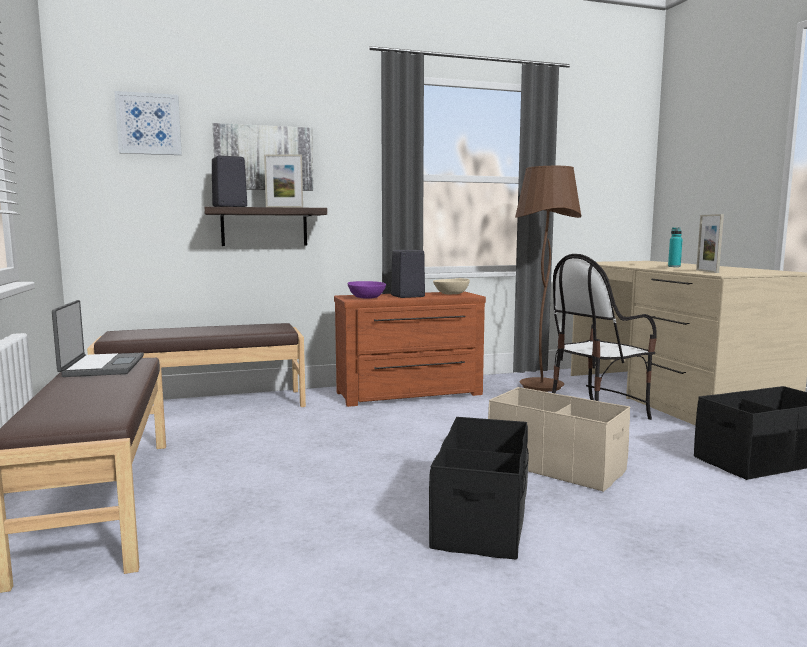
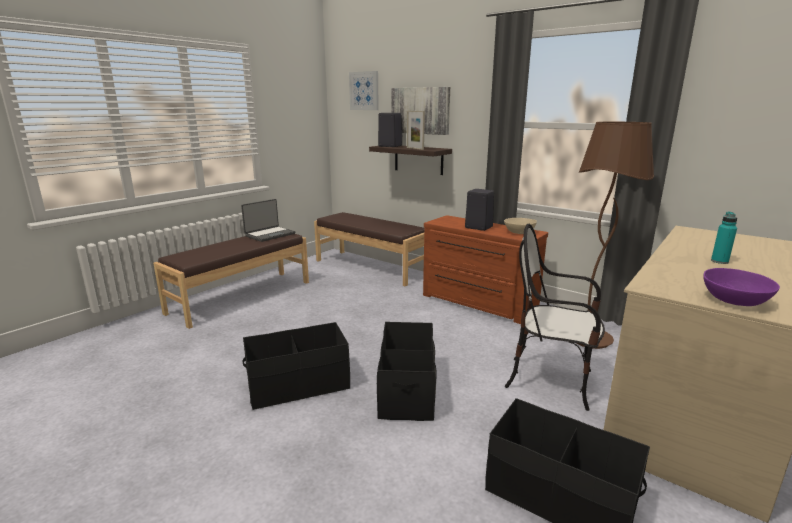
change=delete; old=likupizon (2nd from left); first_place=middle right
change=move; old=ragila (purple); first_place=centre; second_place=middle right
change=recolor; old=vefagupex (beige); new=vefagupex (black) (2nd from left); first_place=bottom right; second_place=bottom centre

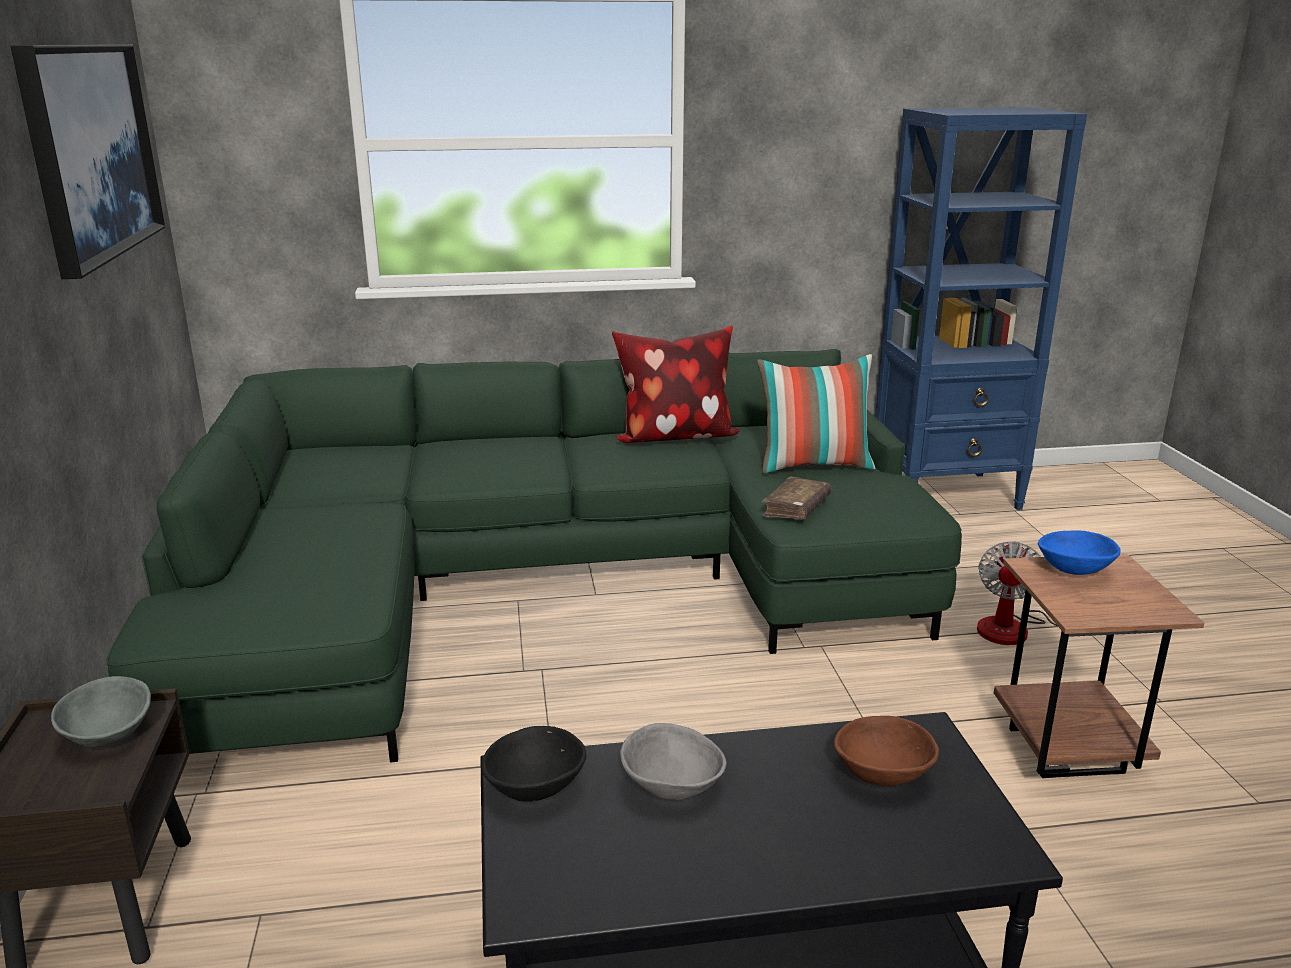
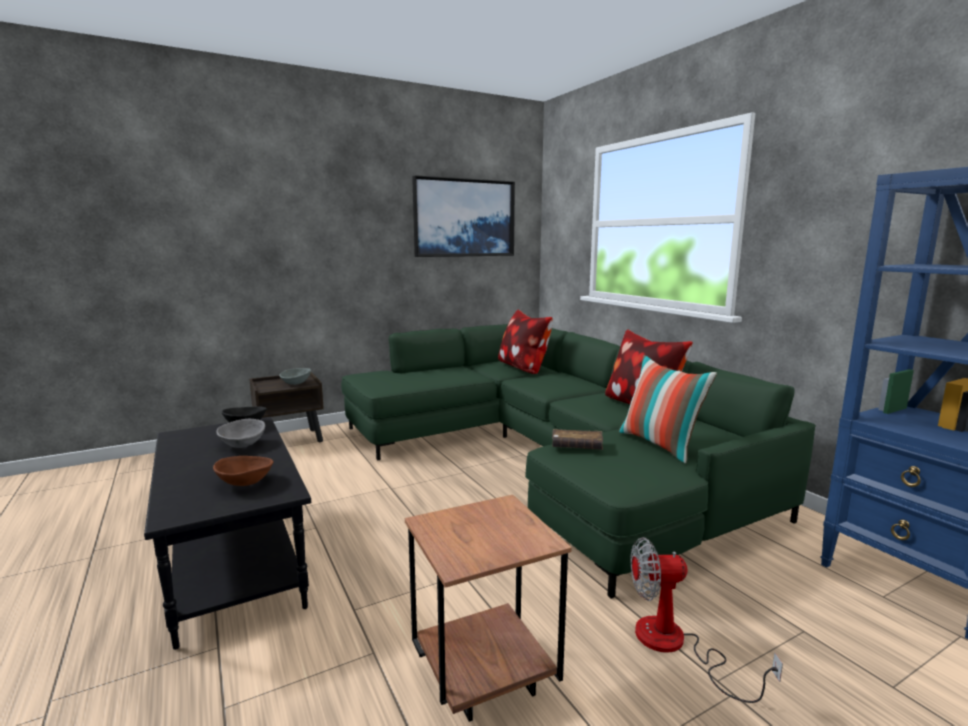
change=delete; old=ragila (blue); first_place=middle right
change=insert; new=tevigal (1st from left); second_place=centre

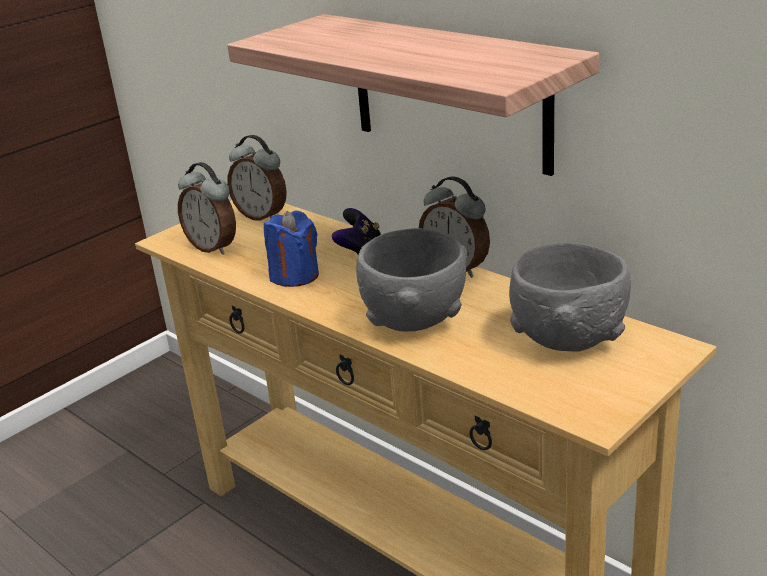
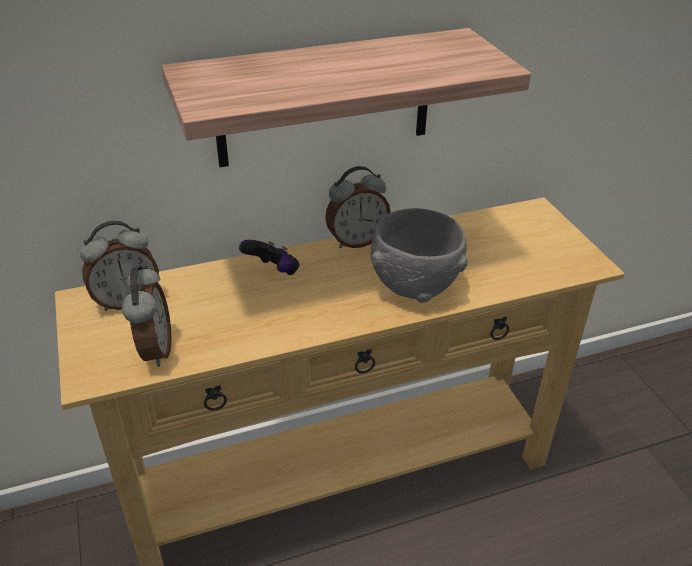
change=delete; old=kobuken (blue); first_place=centre
change=delete; old=ragila (grey) (2nd from left); first_place=middle right
change=rotate; old=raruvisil (1st from left in the first image); first_place=middle left; second_place=middle left; degrees=-75

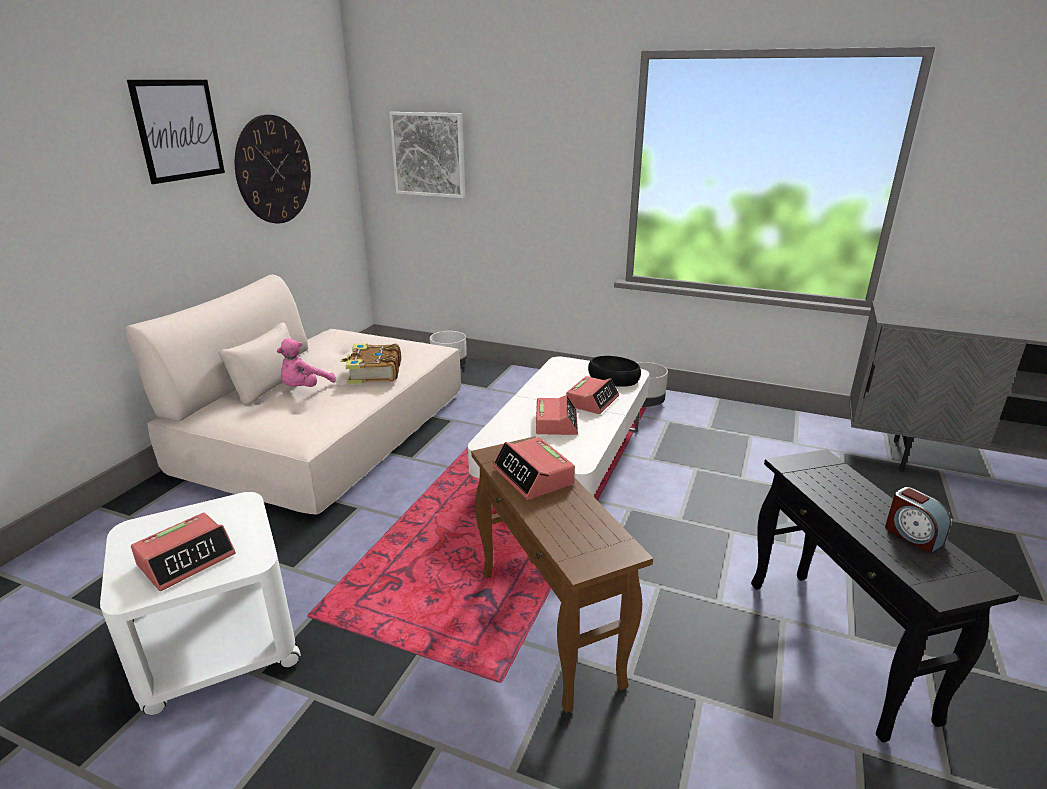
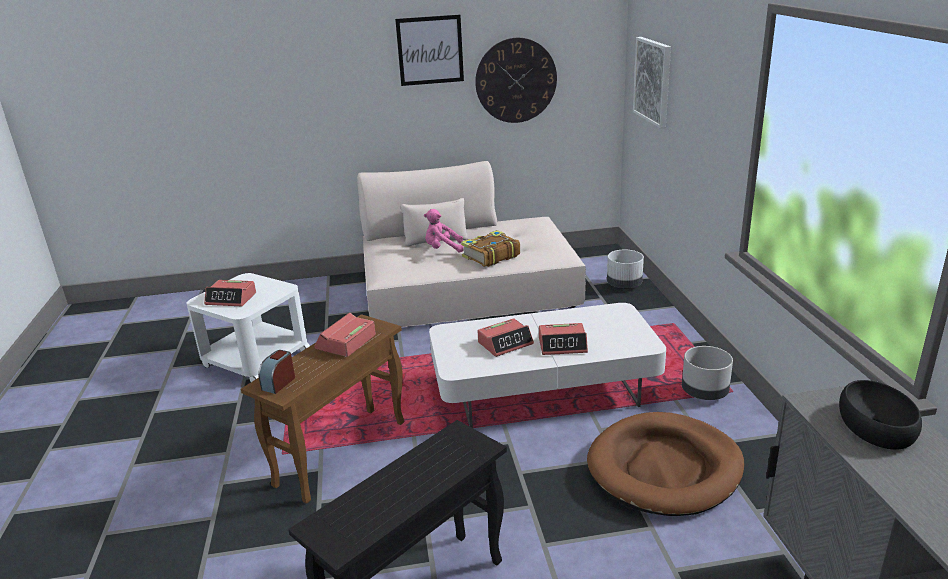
change=insert; new=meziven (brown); second_place=bottom right
change=move; old=ragila (black); first_place=centre; second_place=bottom right
change=move; old=raruvisil (5th from left in the first image); new=raruvisil (2nd from left); first_place=middle right; second_place=middle left

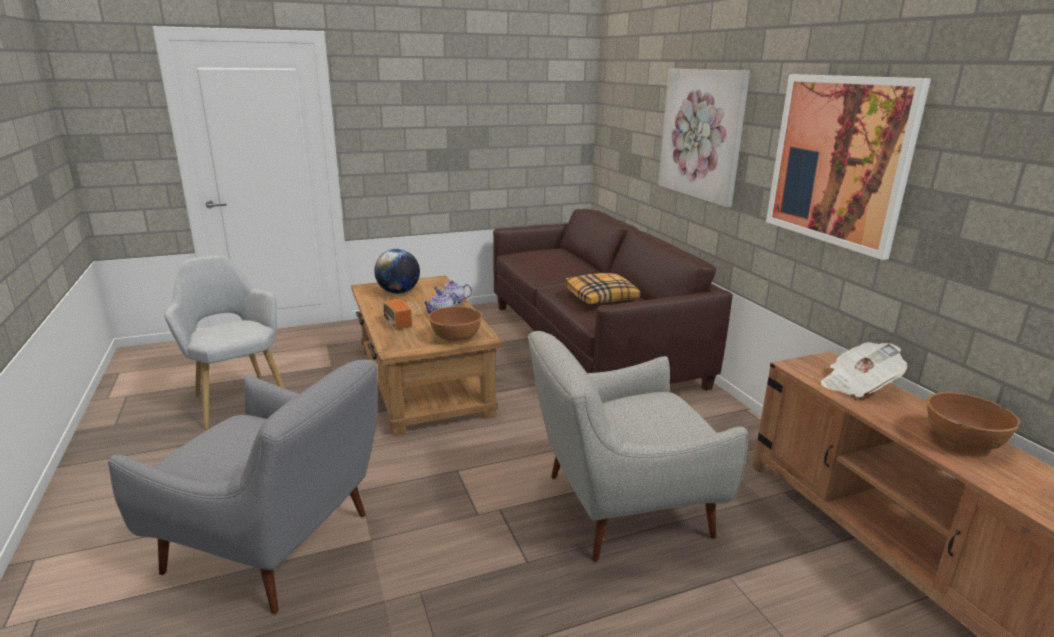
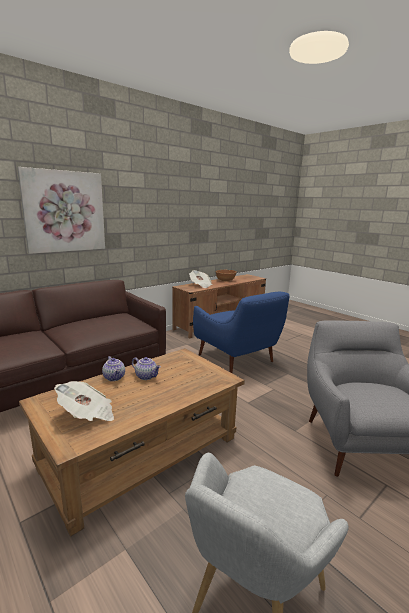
change=delete; old=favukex; first_place=centre
change=delete; old=ragila (brown) (1st from left); first_place=centre
change=delete; old=tevigal; first_place=centre
change=delete; old=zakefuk (2nd from left); first_place=top right
change=replace; old=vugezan; new=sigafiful (1st from left); first_place=centre; second_place=middle left
change=recolor; old=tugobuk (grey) (3rd from left); new=tugobuk (blue); first_place=bottom centre; second_place=centre

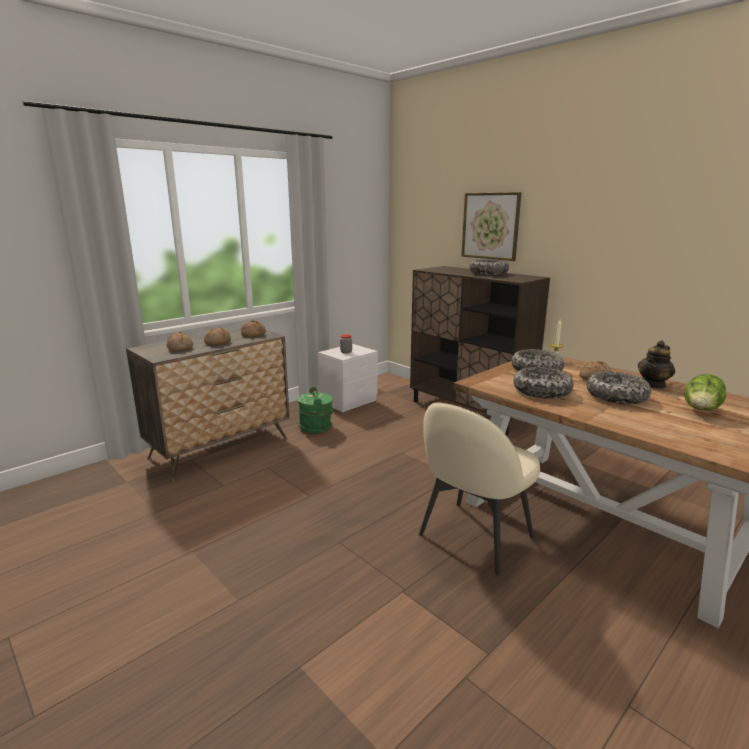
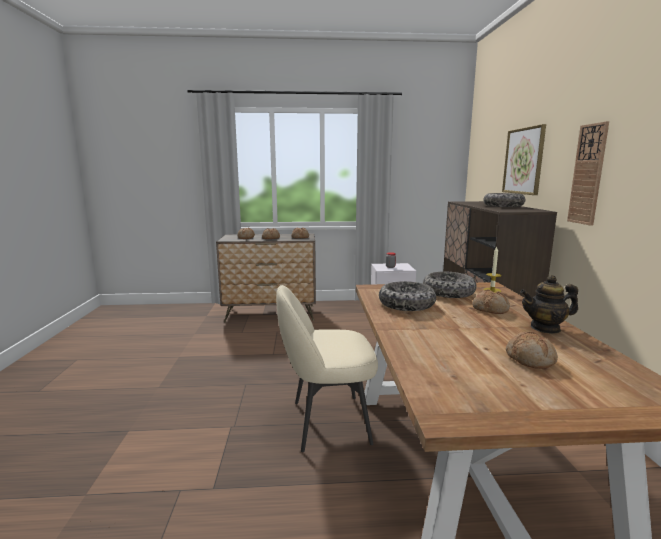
change=delete; old=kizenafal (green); first_place=centre
change=delete; old=ragila (4th from left); first_place=middle right
change=insert; new=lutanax; second_place=top right
change=replace; old=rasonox; new=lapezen (5th from left); first_place=middle right; second_place=middle right

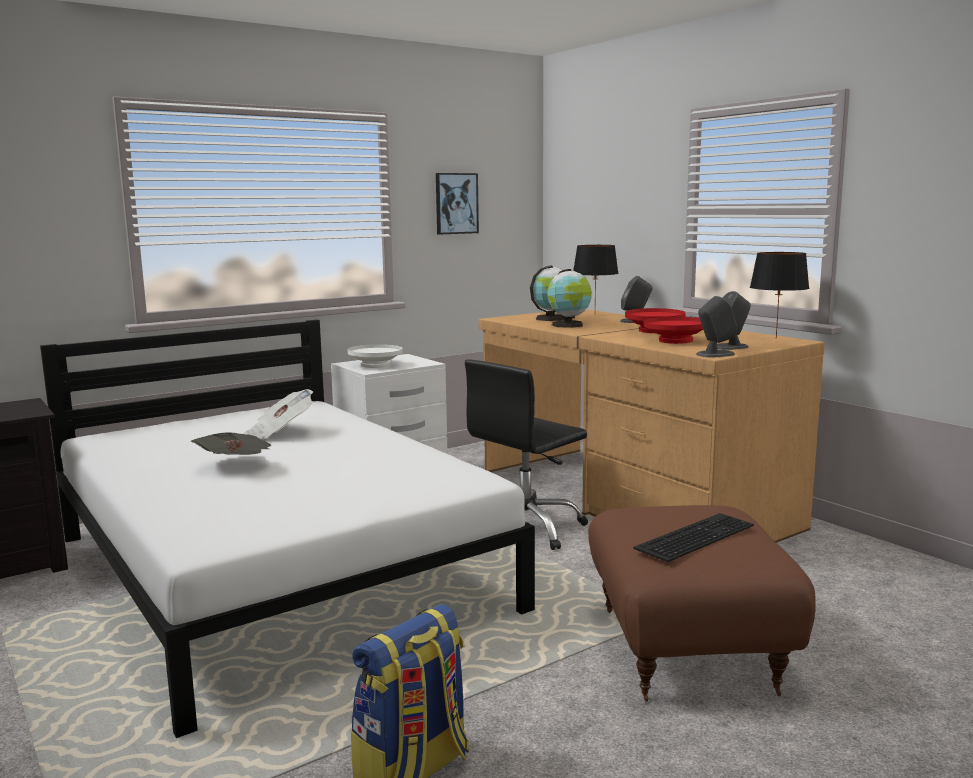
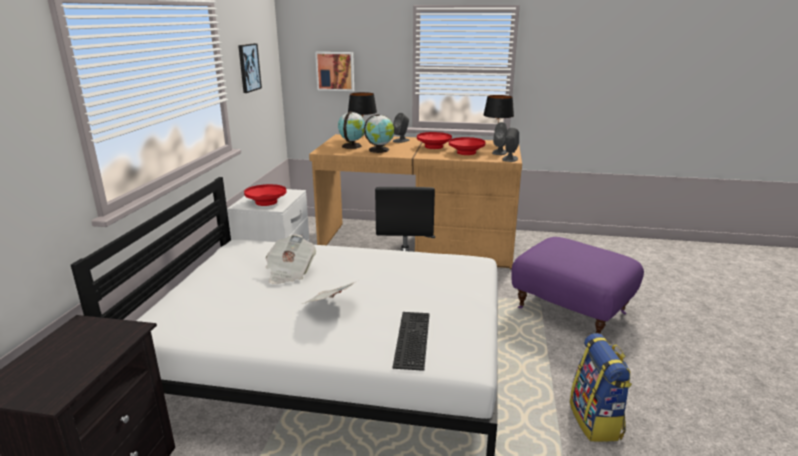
change=insert; new=zakefuk (2nd from left); second_place=top centre
change=move; old=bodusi; first_place=bottom right; second_place=bottom centre
change=recolor; old=ragila (white); new=ragila (red) (1st from left); first_place=centre; second_place=middle left
change=recolor; old=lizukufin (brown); new=lizukufin (purple); first_place=bottom right; second_place=middle right

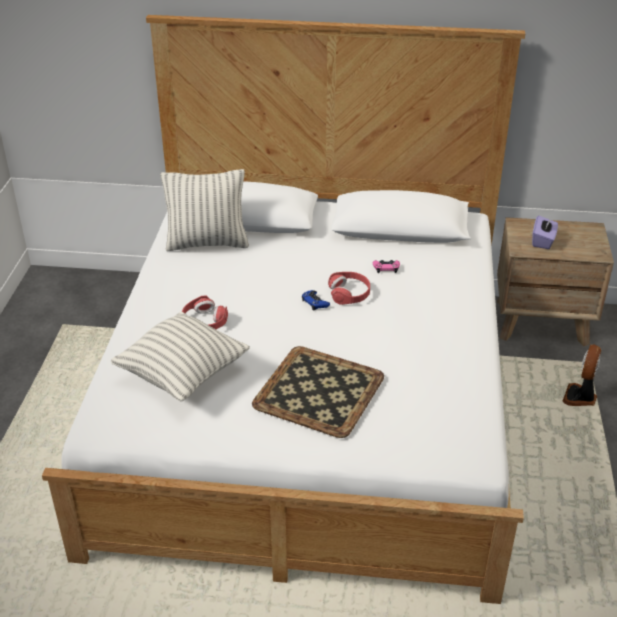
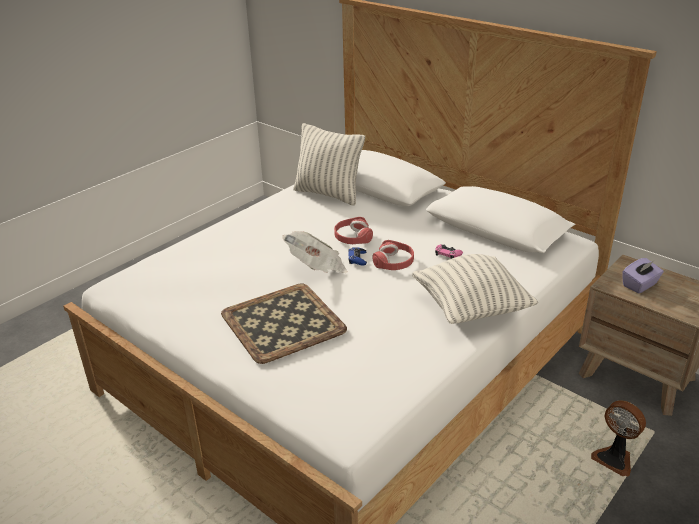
change=insert; new=sigafiful; second_place=centre
change=move; old=tevigal (1st from left in the first image); new=tevigal (2nd from left); first_place=middle left; second_place=middle right
change=move; old=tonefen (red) (1st from left); first_place=middle left; second_place=centre
change=rotate; old=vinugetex; first_place=middle right; second_place=bottom right; degrees=-105

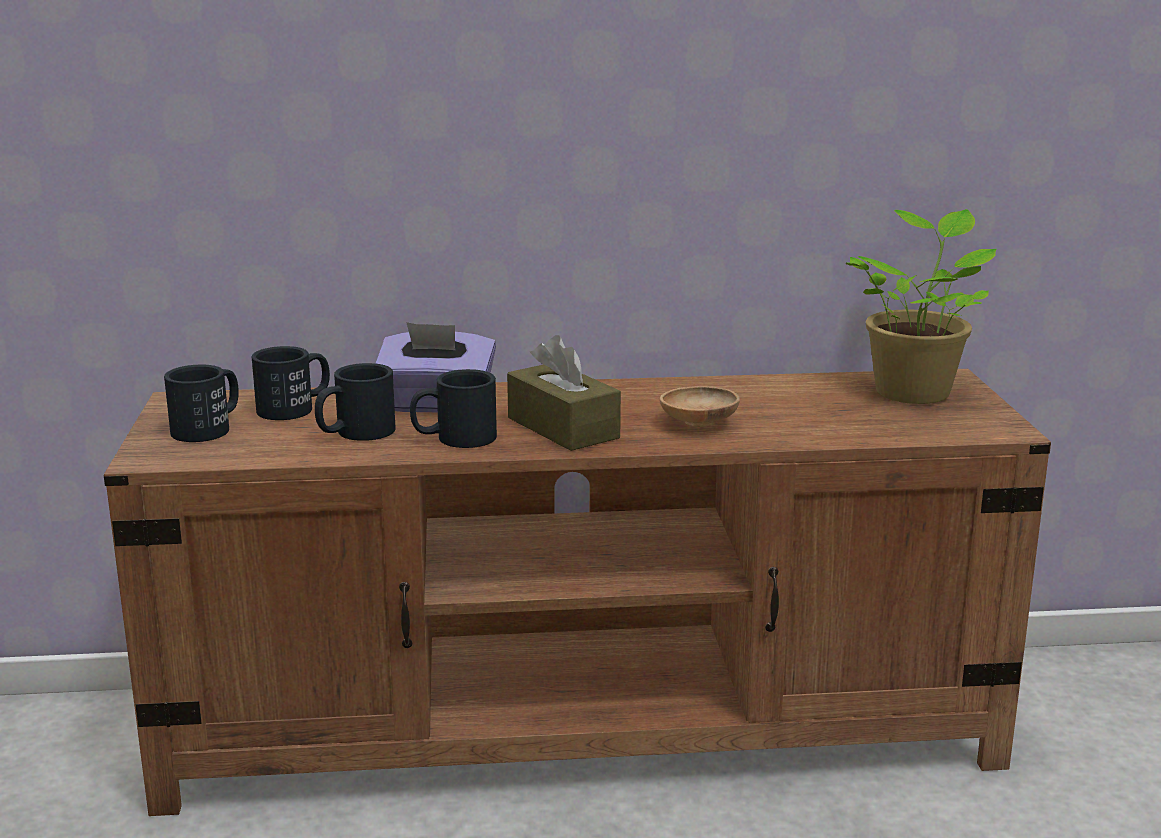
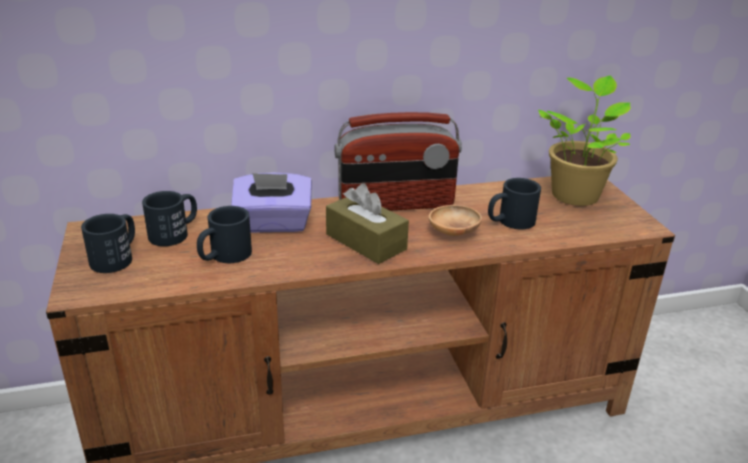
change=insert; new=favukex; second_place=centre
change=move; old=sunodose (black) (4th from left); first_place=centre; second_place=middle right

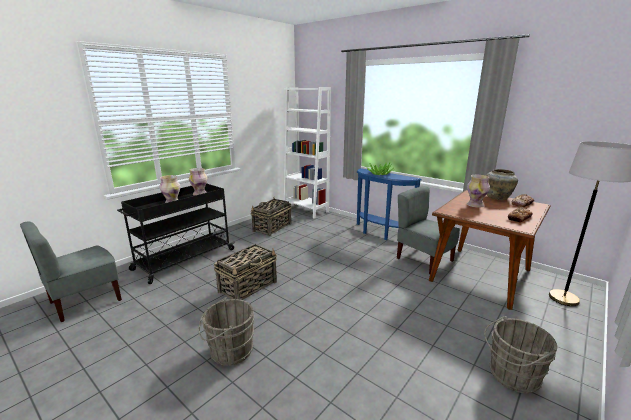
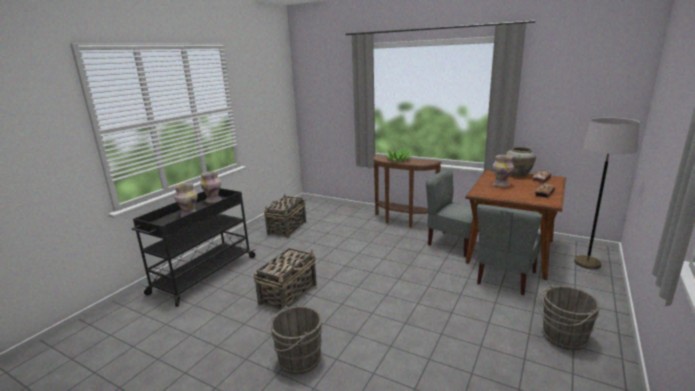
change=delete; old=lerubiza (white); first_place=centre
change=move; old=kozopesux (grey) (1st from left in the first image); new=kozopesux (grey) (2nd from left); first_place=middle left; second_place=middle right
change=recolor; old=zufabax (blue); new=zufabax (brown); first_place=centre; second_place=centre

